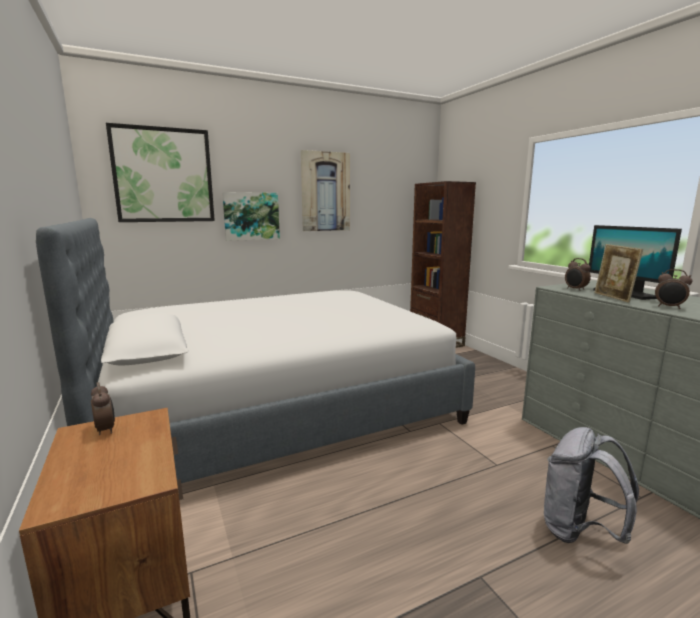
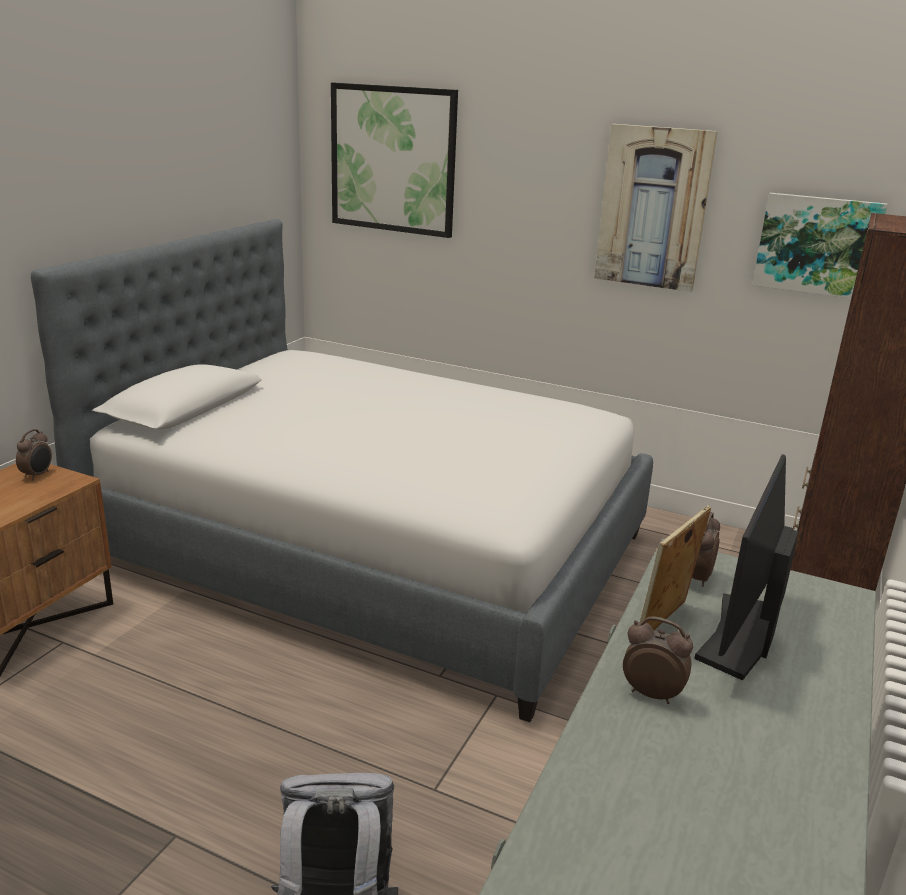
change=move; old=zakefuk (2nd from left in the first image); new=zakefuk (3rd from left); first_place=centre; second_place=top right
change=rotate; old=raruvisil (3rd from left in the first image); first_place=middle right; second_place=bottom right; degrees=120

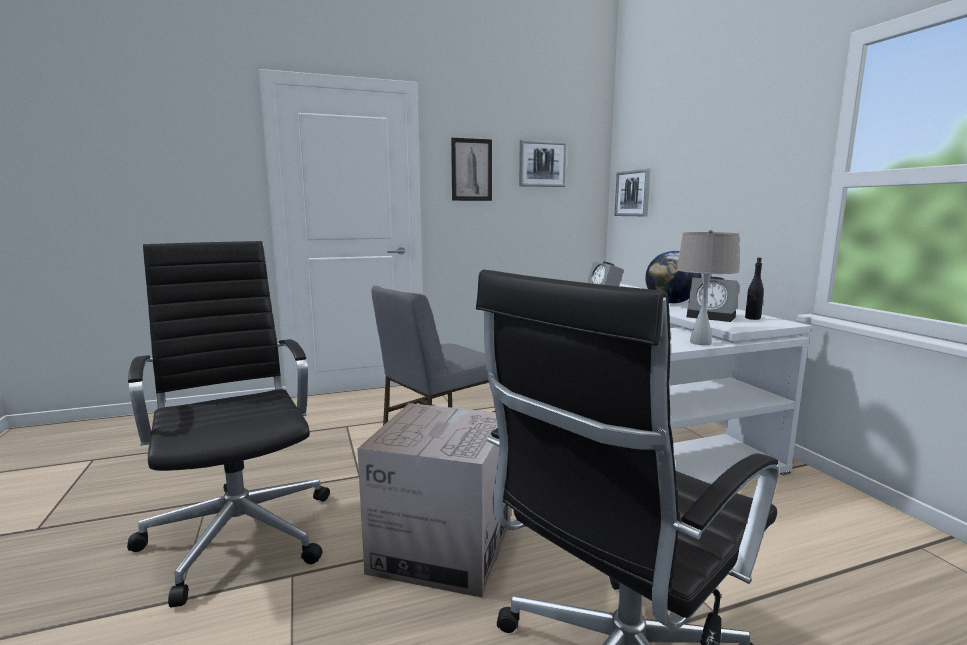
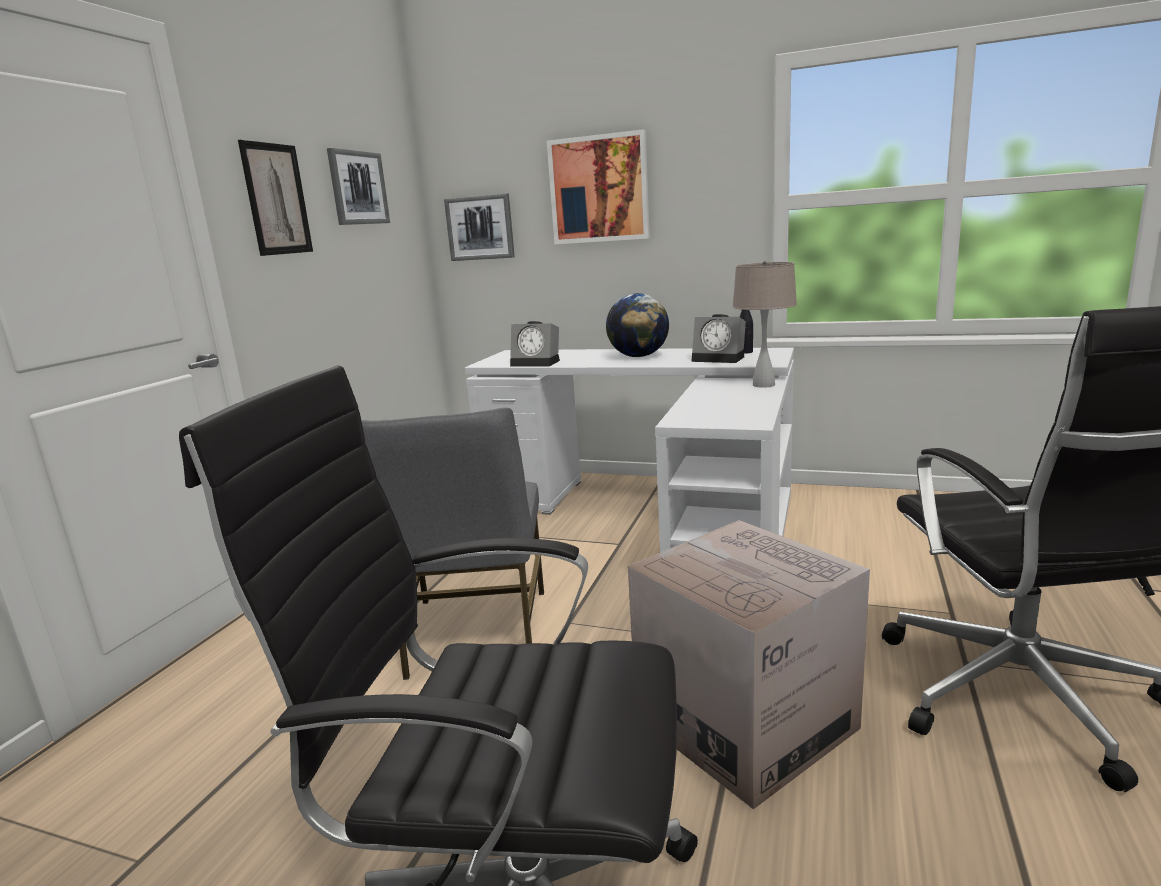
change=insert; new=zakefuk (4th from left); second_place=top centre
change=rotate; old=raruvisil (2nd from left); first_place=middle right; second_place=centre; degrees=45

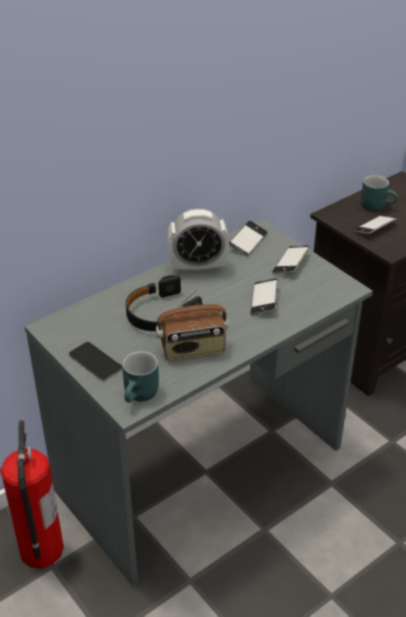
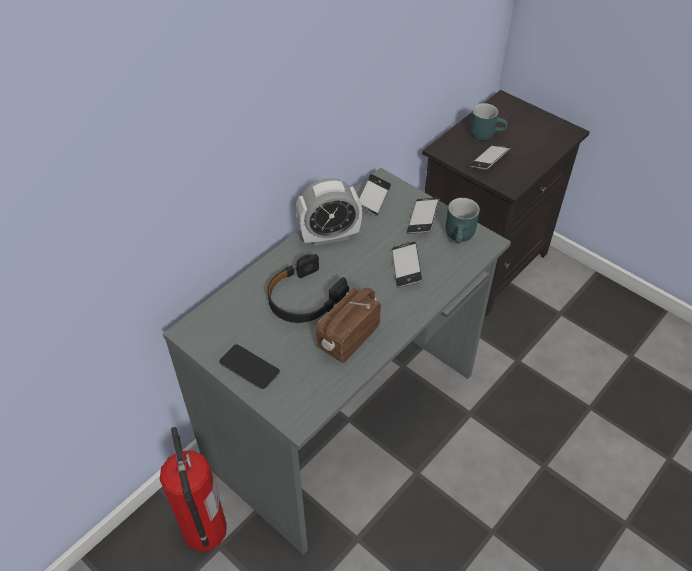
change=move; old=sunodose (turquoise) (1st from left); first_place=centre; second_place=middle right
change=rotate; old=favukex; first_place=centre; second_place=centre; degrees=150

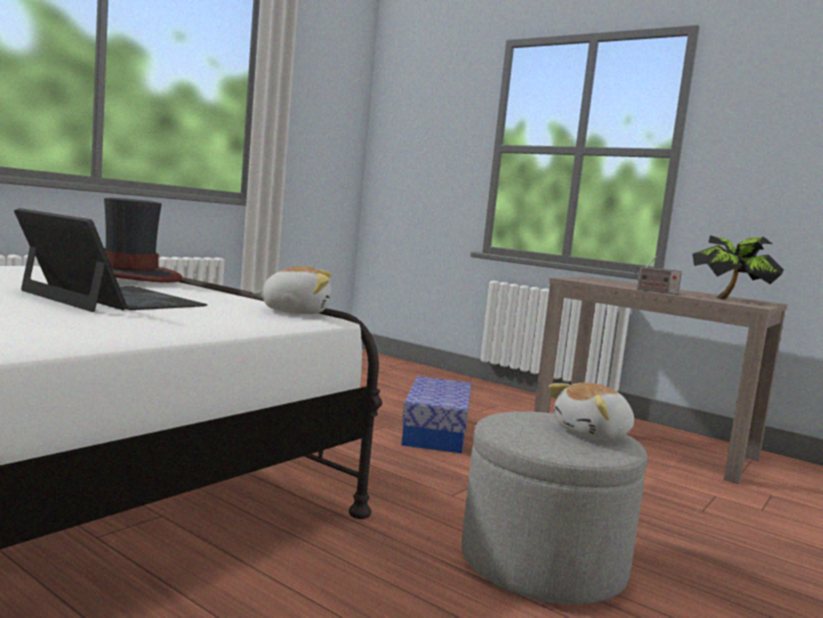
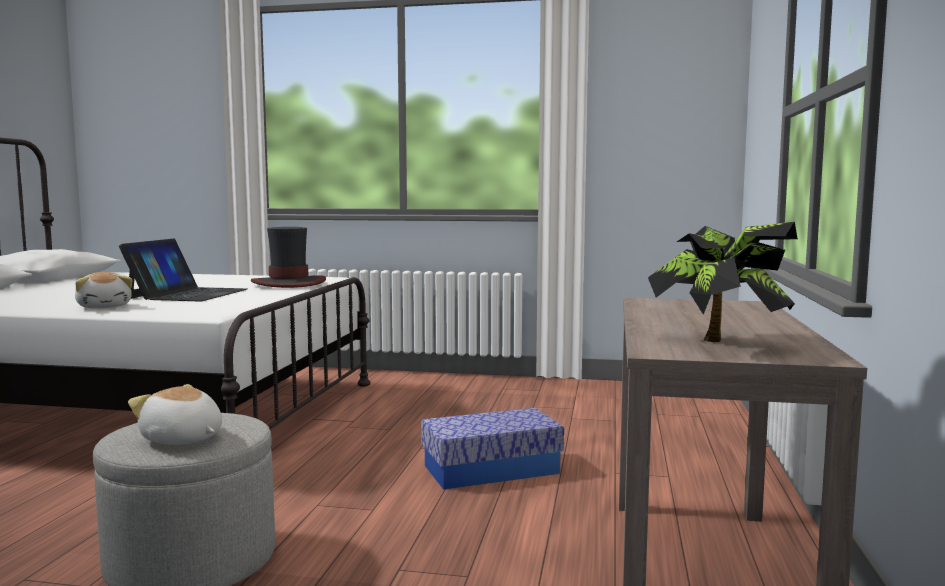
change=delete; old=favukex; first_place=middle right
change=move; old=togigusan (1st from left); first_place=centre; second_place=middle left

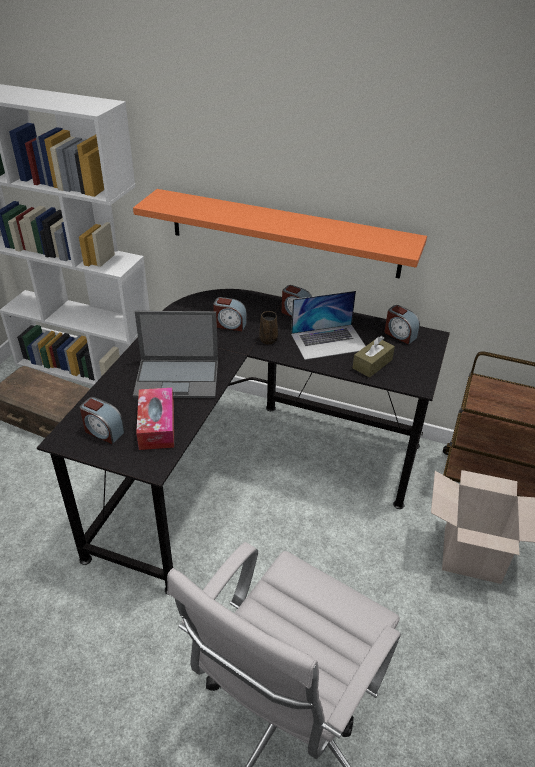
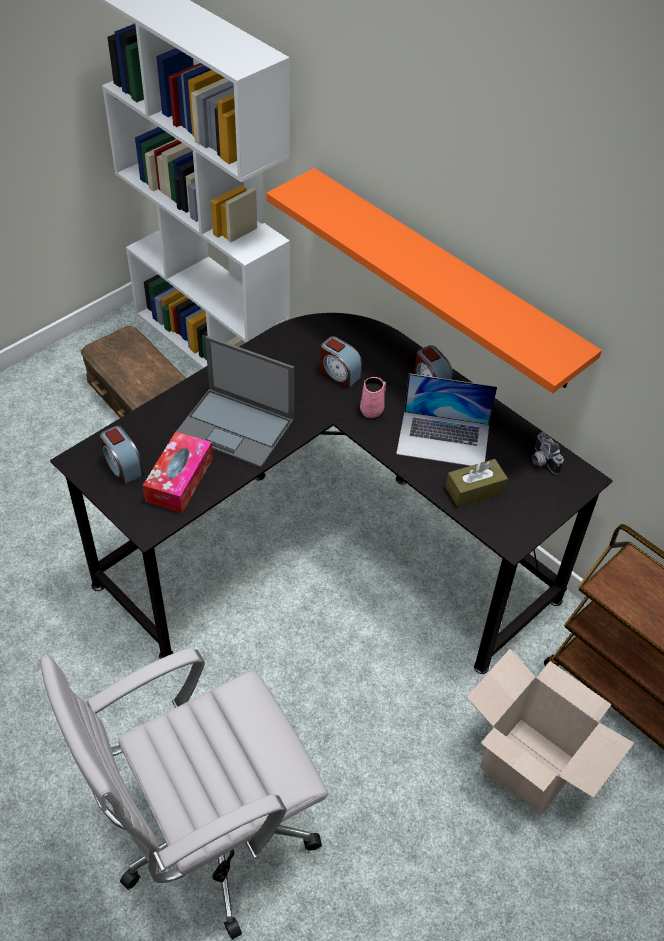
change=replace; old=raruvisil (4th from left); new=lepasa; first_place=middle right; second_place=middle right
change=recolor; old=sunodose (brown); new=sunodose (pink); first_place=centre; second_place=centre

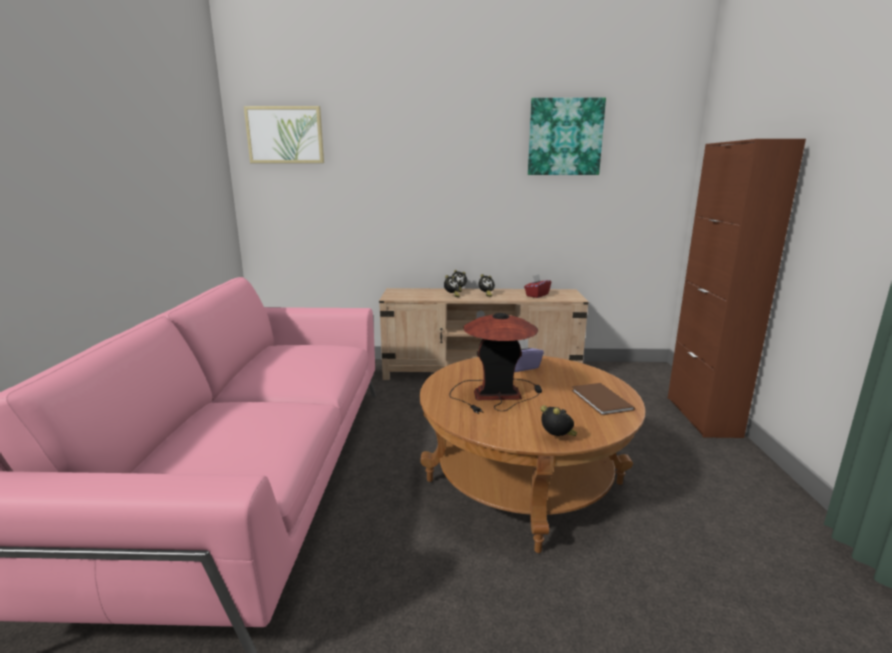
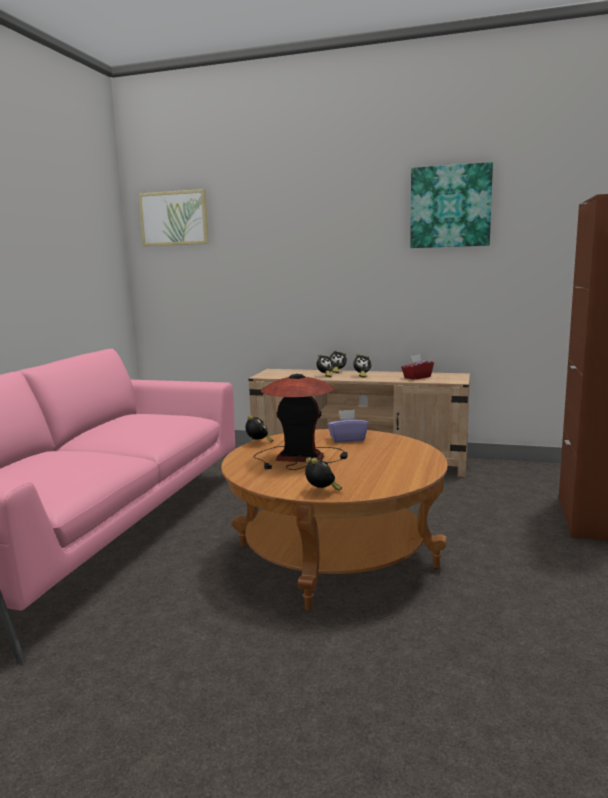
change=delete; old=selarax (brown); first_place=middle right
change=insert; new=raruvisil (1st from left); second_place=centre

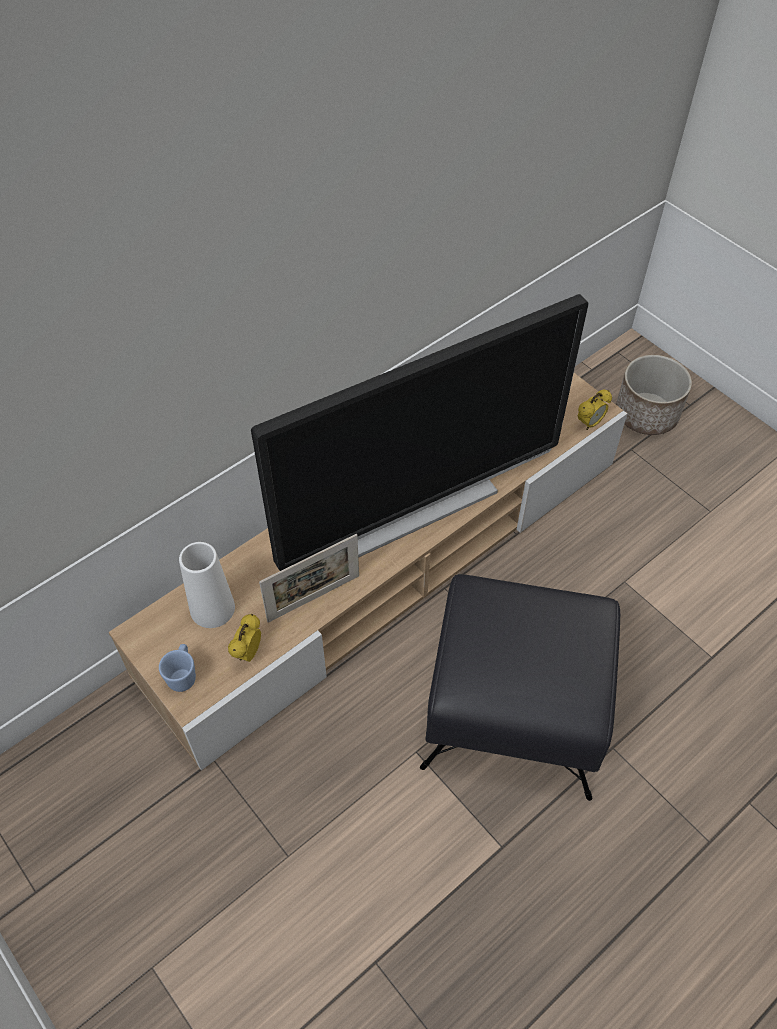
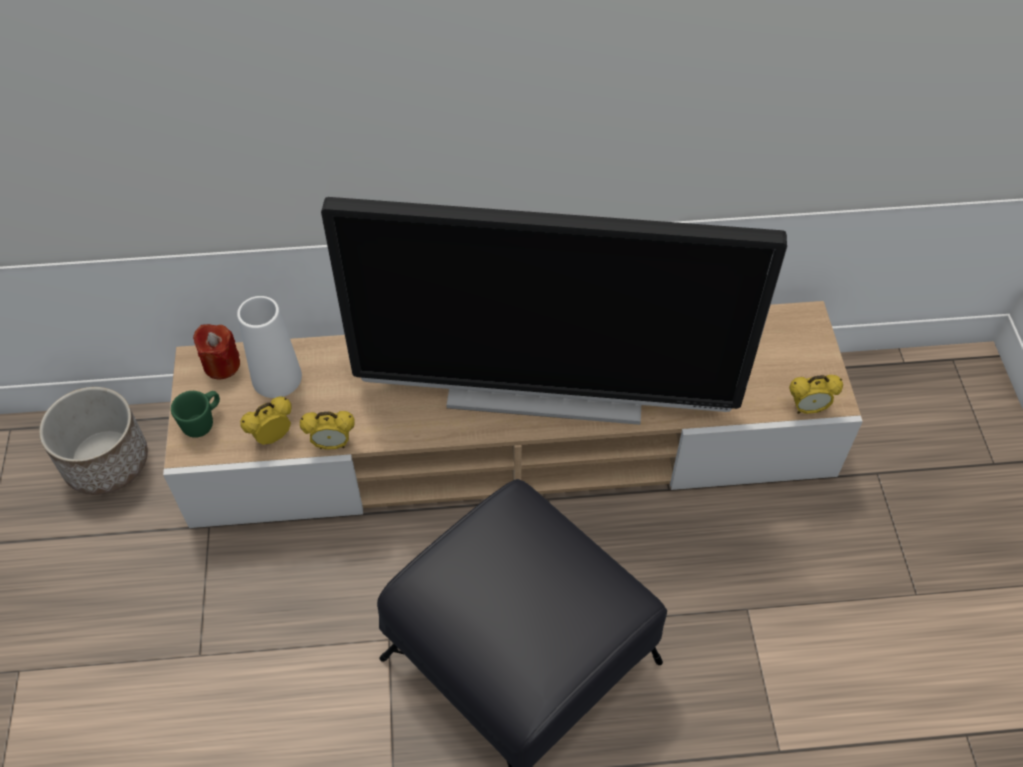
change=delete; old=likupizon; first_place=centre
change=insert; new=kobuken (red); second_place=middle left
change=insert; new=raruvisil (2nd from left); second_place=middle left
change=move; old=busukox; first_place=middle right; second_place=middle left
change=recolor; old=sunodose (blue); new=sunodose (green); first_place=middle left; second_place=middle left

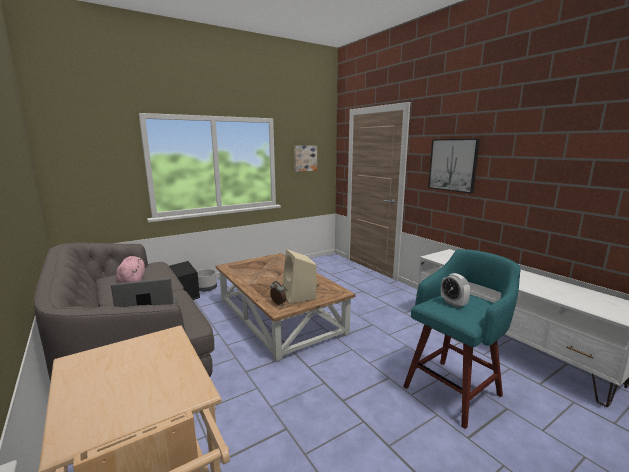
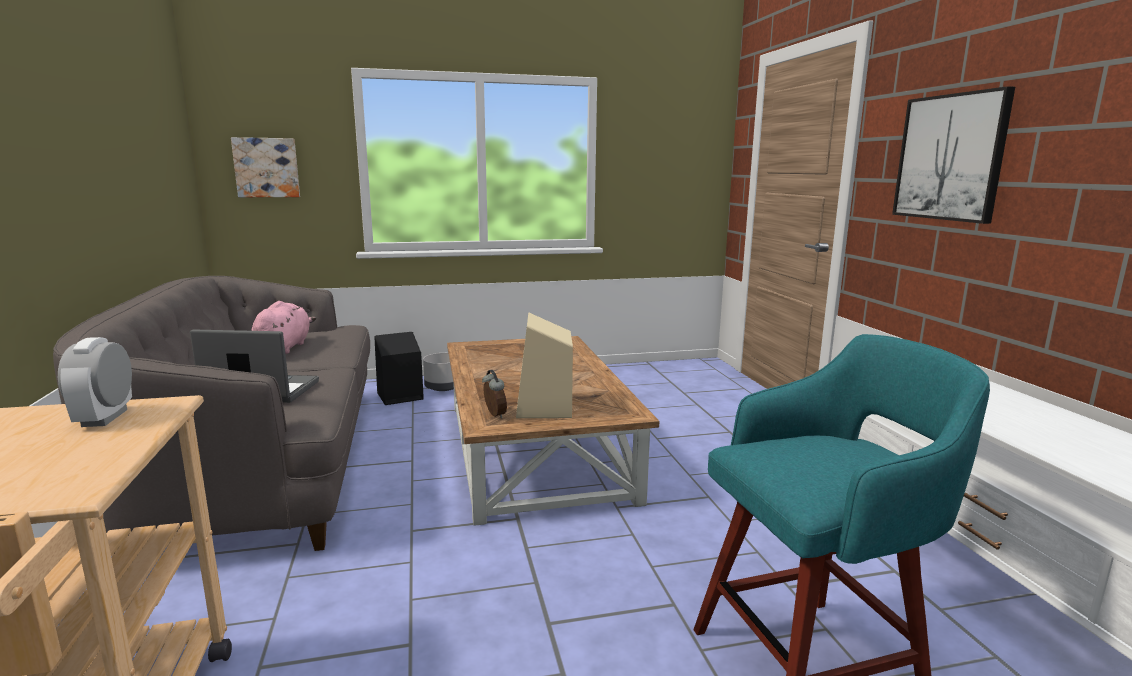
change=move; old=zakefuk (1st from left); first_place=centre; second_place=top left
change=move; old=raruvisil (2nd from left in the first image); new=raruvisil (1st from left); first_place=middle right; second_place=middle left

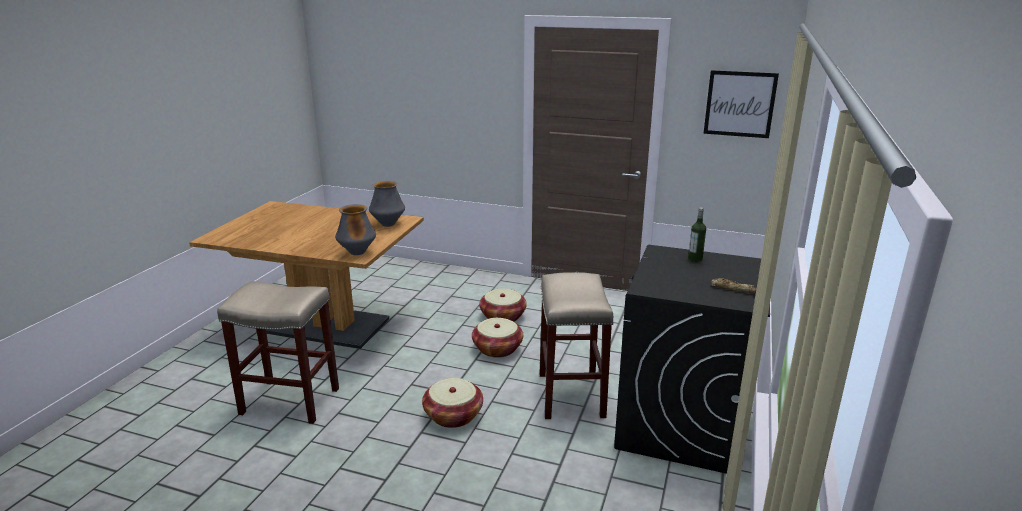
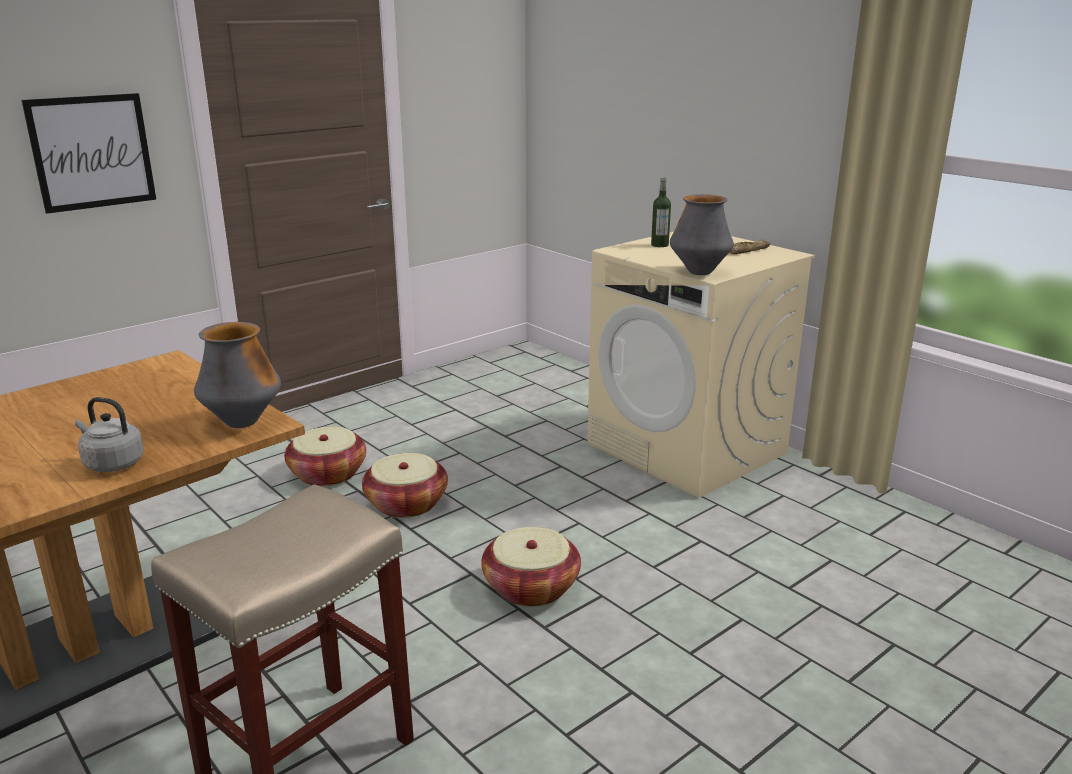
change=delete; old=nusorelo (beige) (2nd from left); first_place=bottom centre
change=insert; new=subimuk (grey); second_place=middle left
change=move; old=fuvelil (2nd from left); first_place=centre; second_place=top centre
change=move; old=zakefuk; first_place=top right; second_place=top left
change=recolor; old=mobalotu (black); new=mobalotu (beige); first_place=bottom right; second_place=centre

